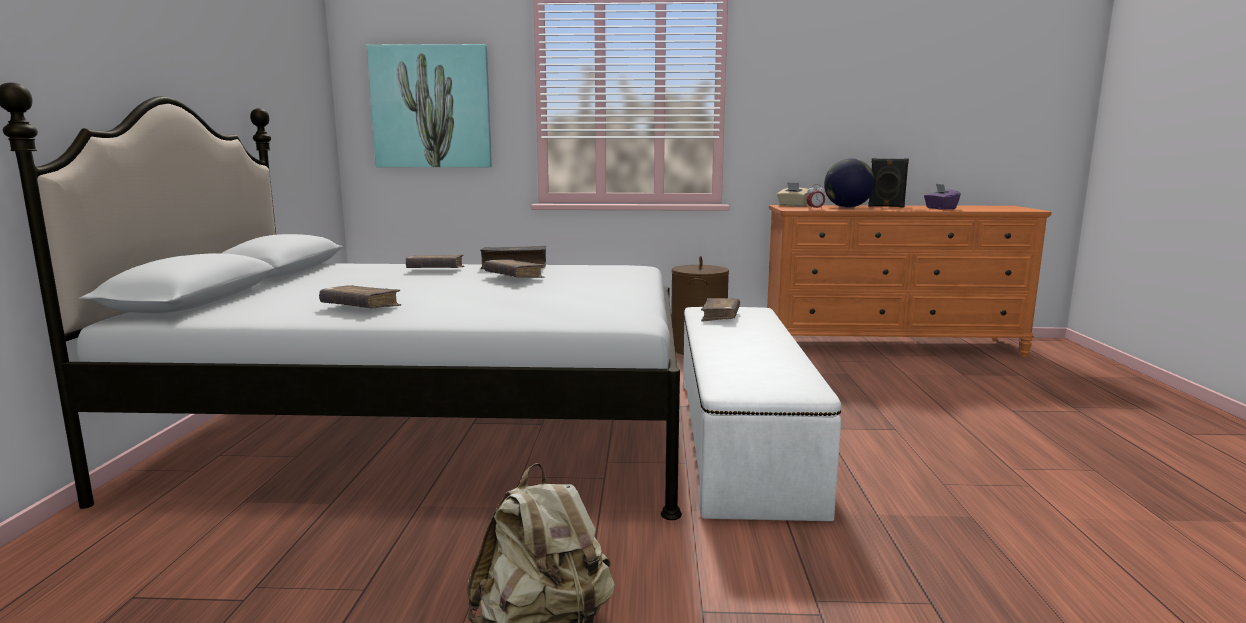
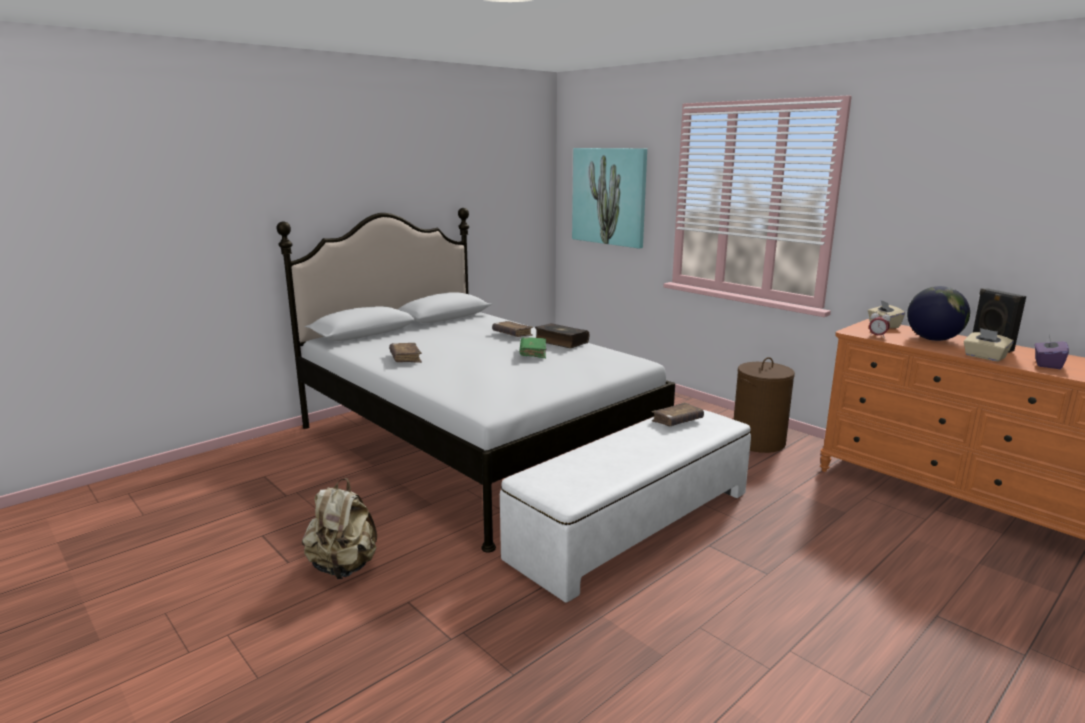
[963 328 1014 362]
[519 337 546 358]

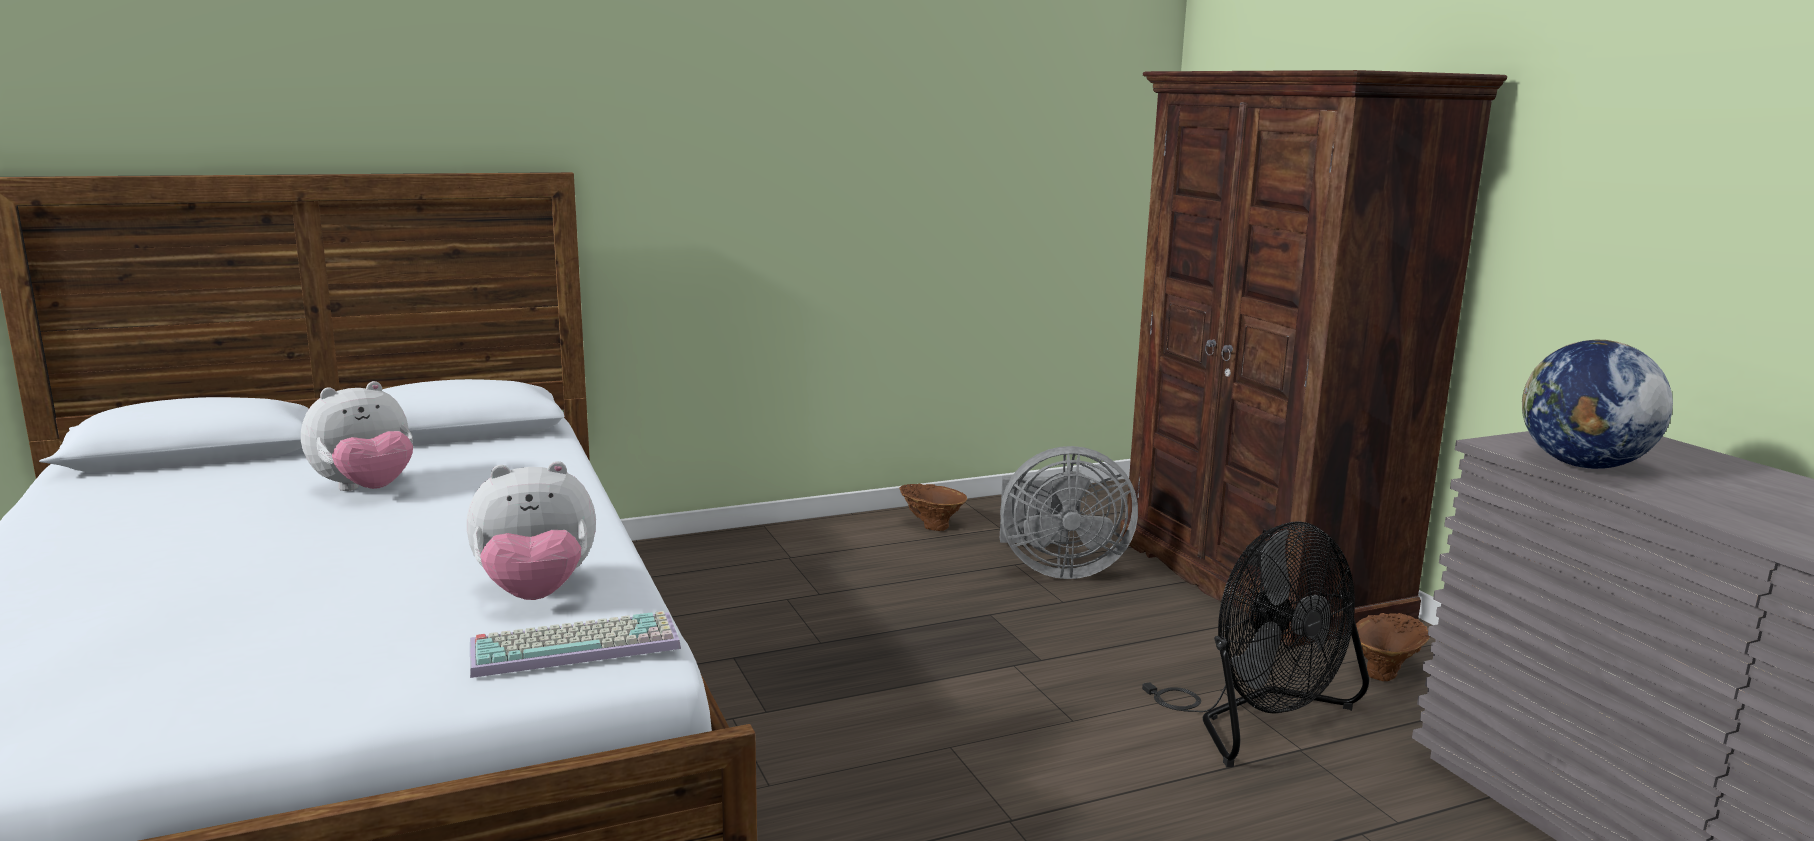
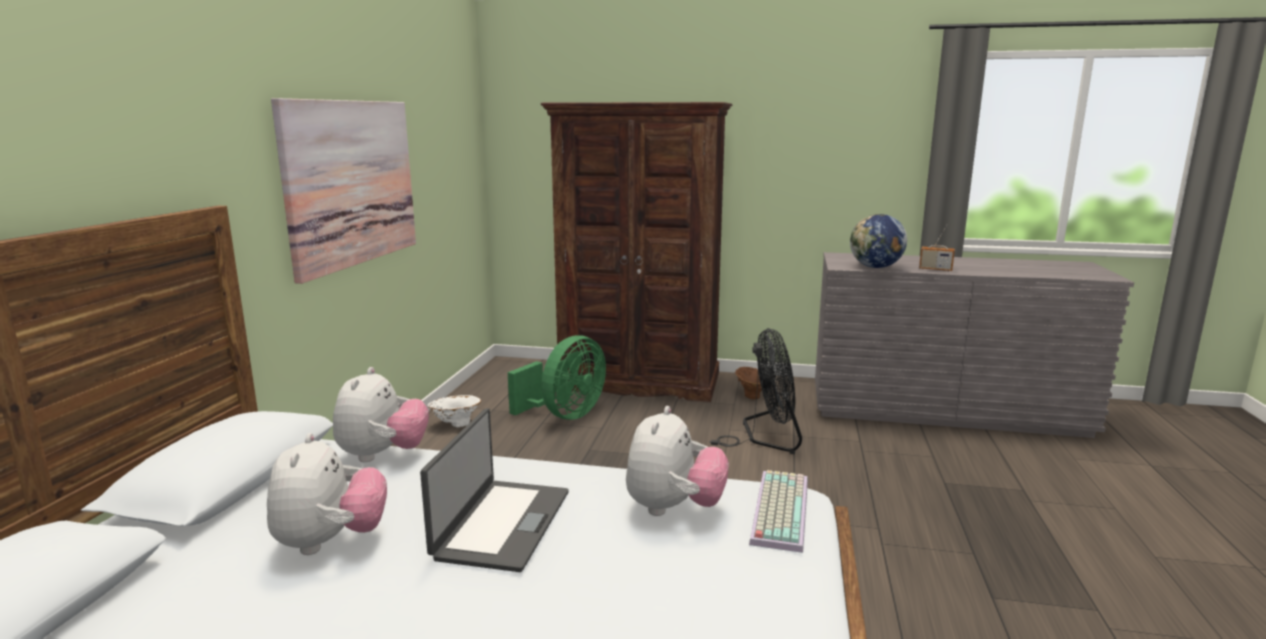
[271 98 416 284]
[333 367 429 462]
[420 408 569 572]
[919 224 955 271]
[427 395 481 427]
[508 335 606 420]

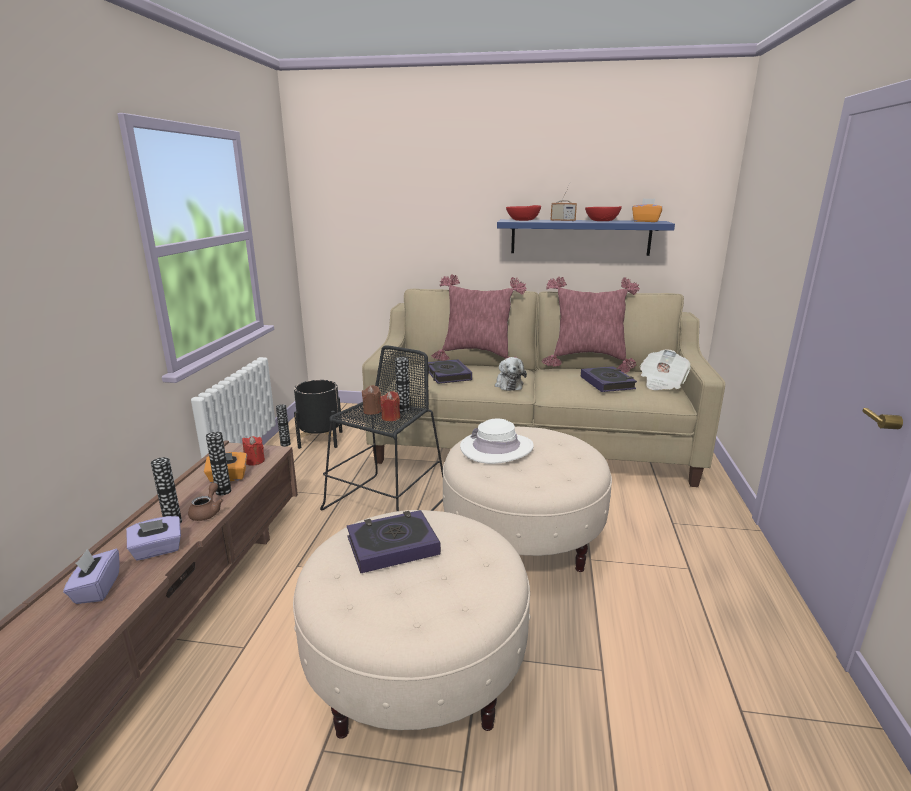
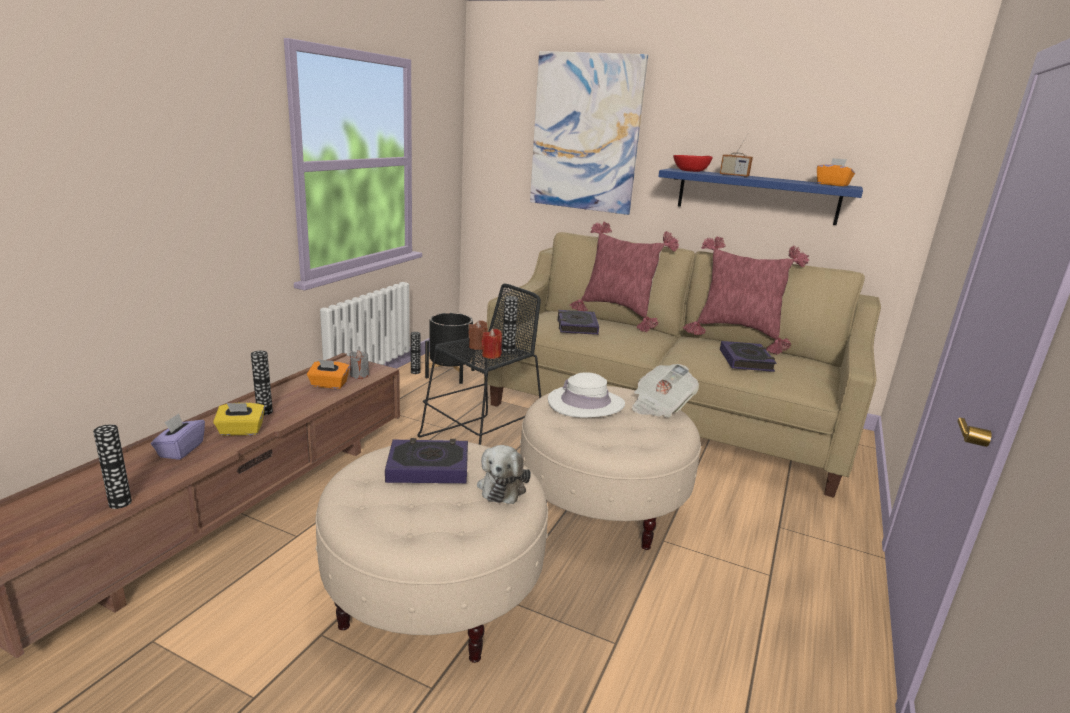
[188 483 223 521] (first image)
[585 206 622 221] (first image)
[530 51 648 215]
[93 424 132 509]
[477 445 531 504]
[632 364 699 418]
[213 402 265 436]
[349 350 369 379]

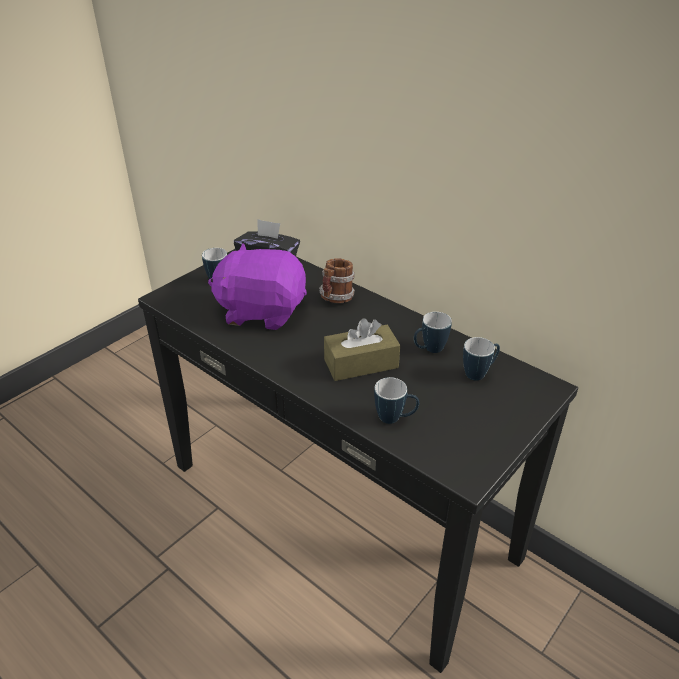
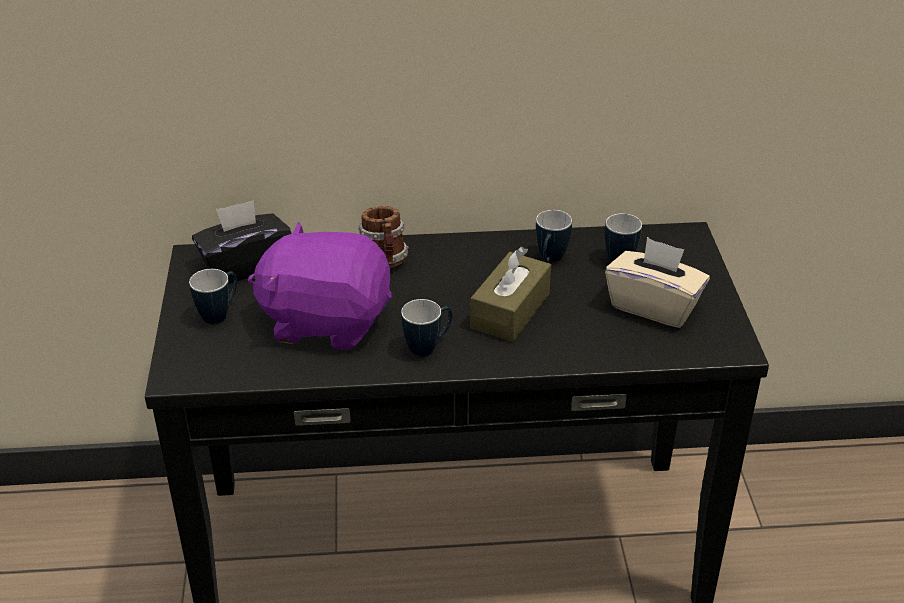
[605 237 710 328]
[401 299 452 357]
[248 221 392 351]

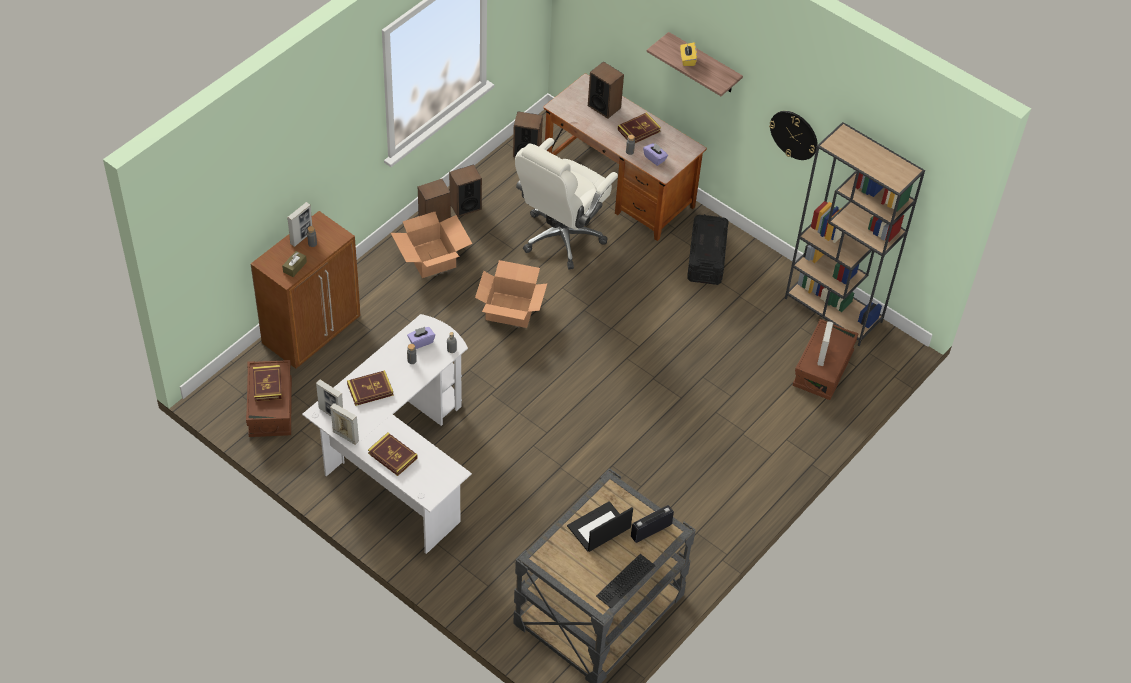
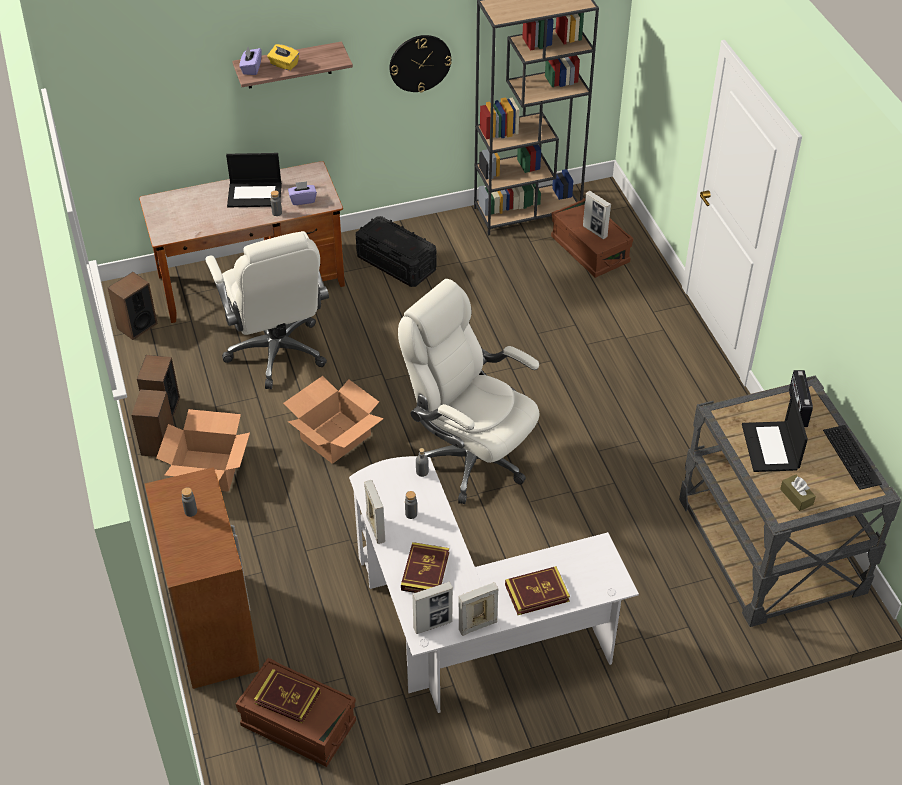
[588 61 624 119] (first image)
[398 279 539 504]
[780 475 816 511]
[364 480 385 544]
[239 47 261 75]
[226 153 282 207]

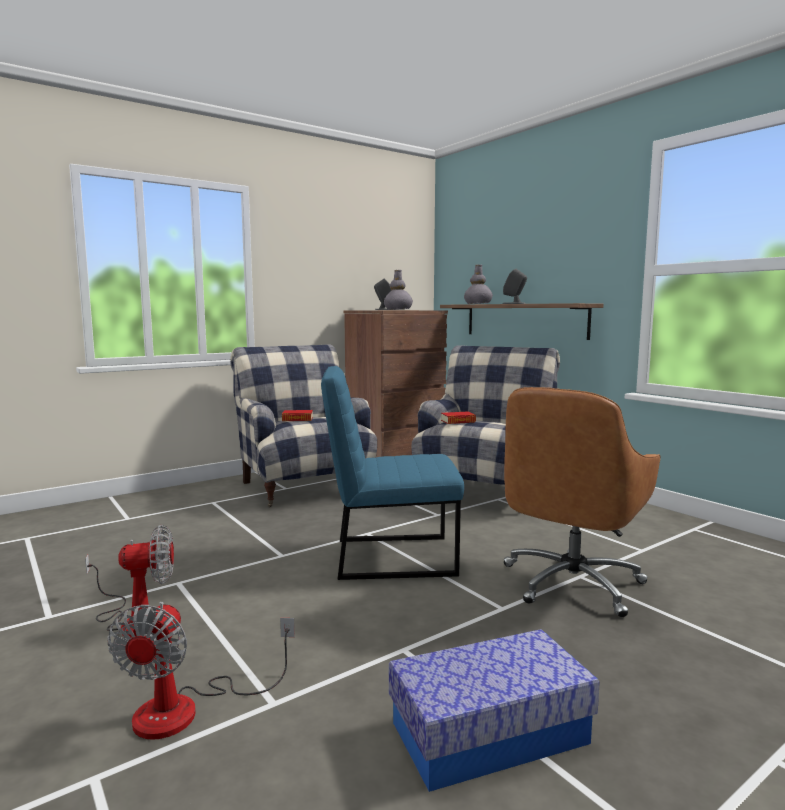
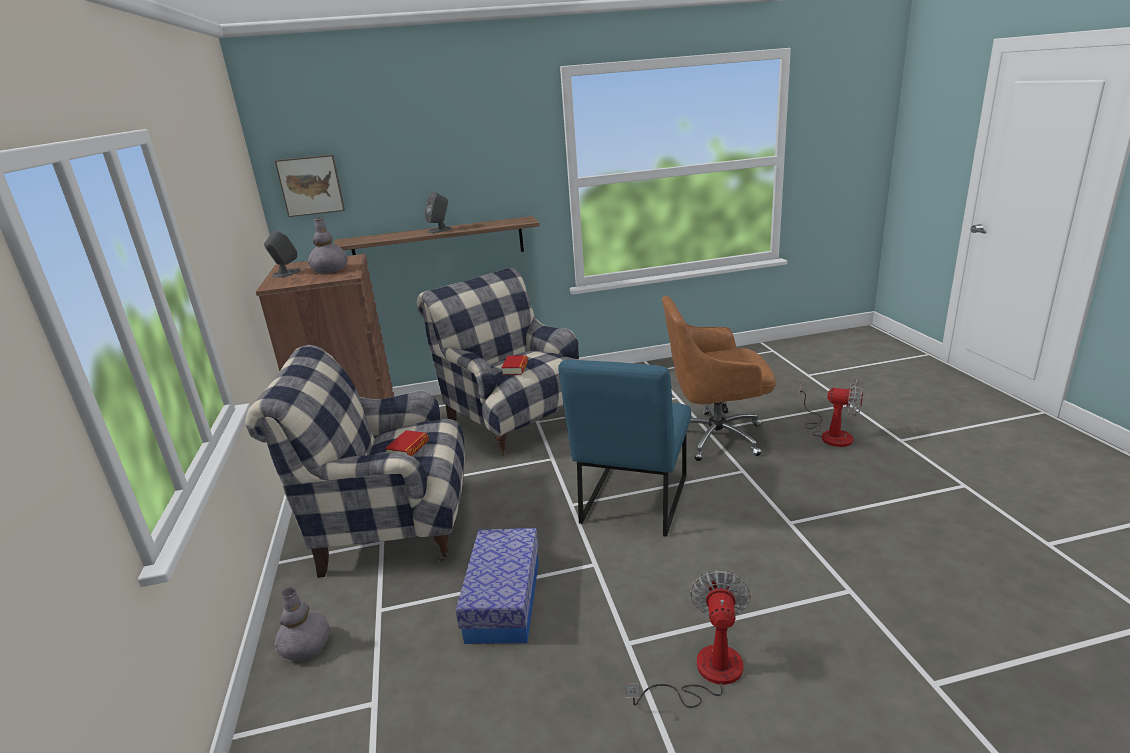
[275 154 345 217]
[799 379 863 447]
[456 528 539 644]
[274 587 330 661]
[662 295 776 461]

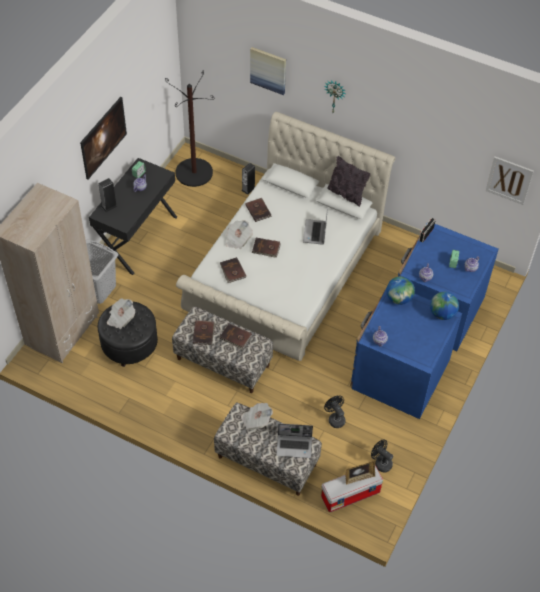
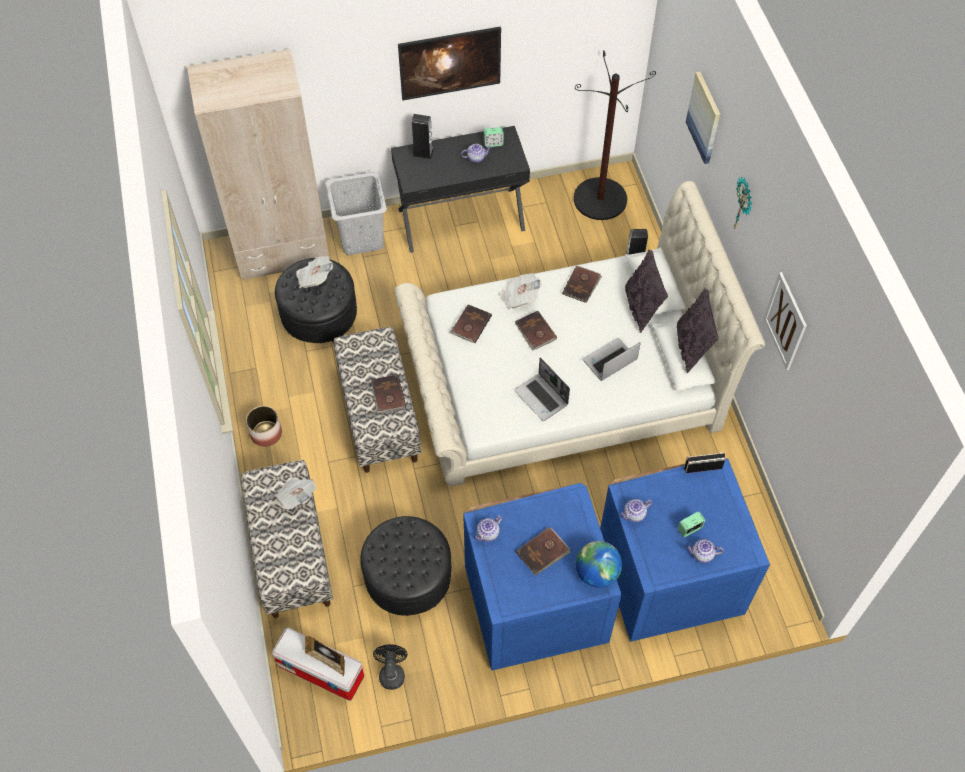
[386 276 415 305] (first image)
[246 406 282 447]
[625 250 668 333]
[516 527 571 576]
[515 357 570 421]
[763 272 807 370]
[360 516 452 616]

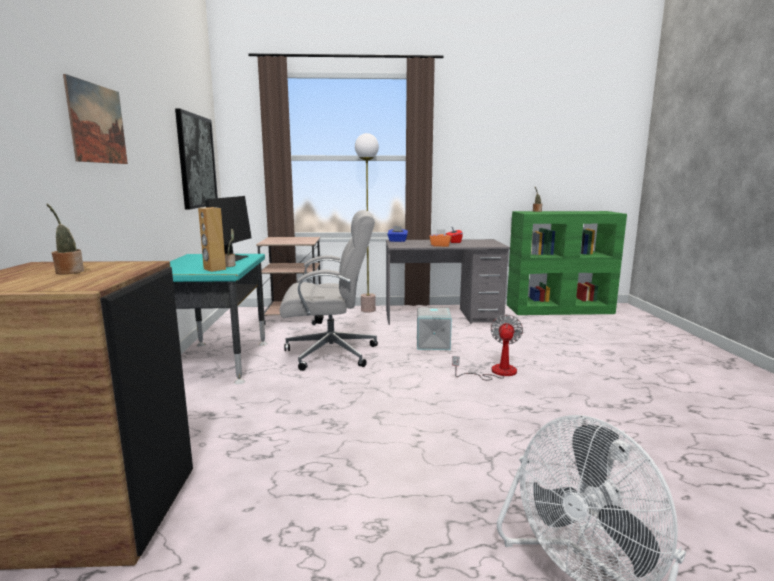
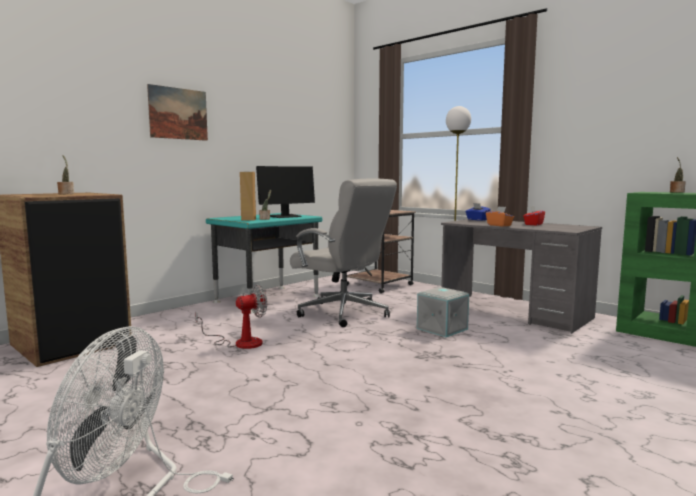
[175 108 218 210] (first image)
[195 285 267 349]

